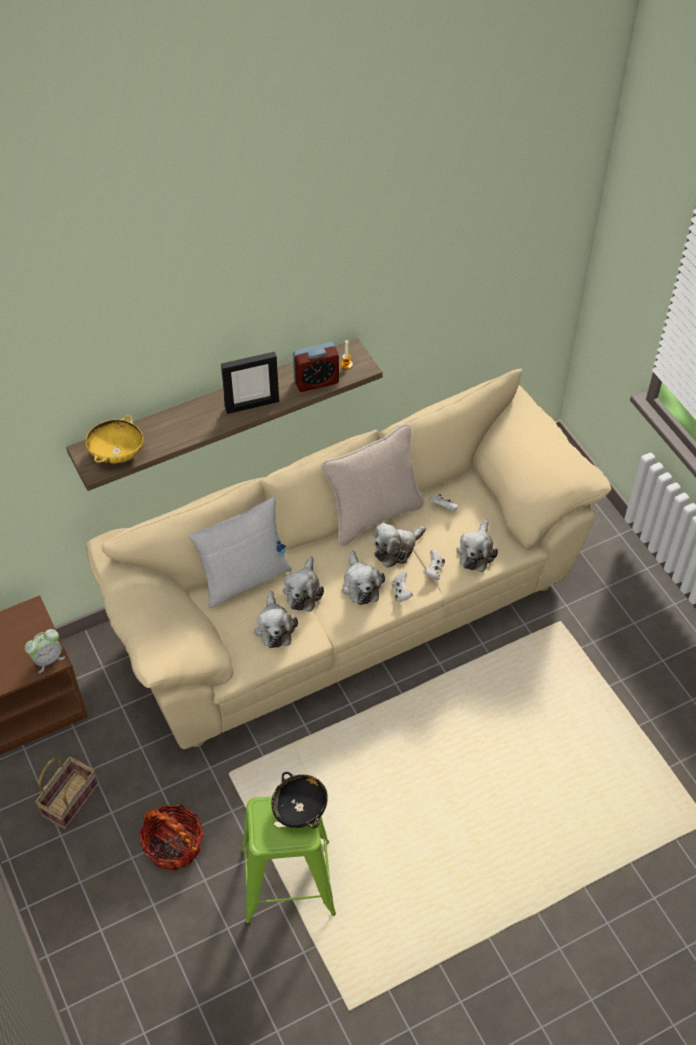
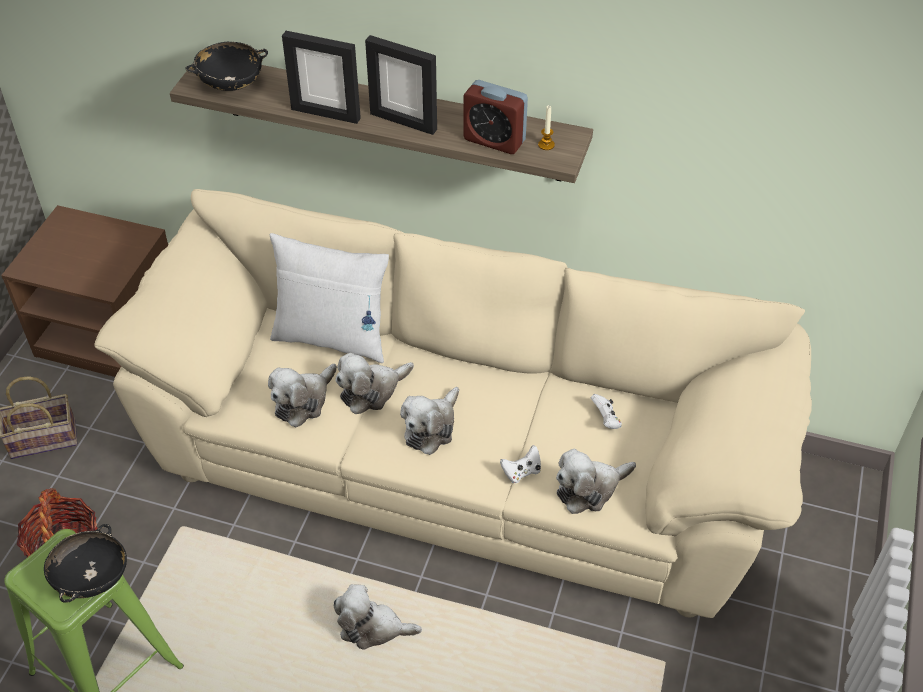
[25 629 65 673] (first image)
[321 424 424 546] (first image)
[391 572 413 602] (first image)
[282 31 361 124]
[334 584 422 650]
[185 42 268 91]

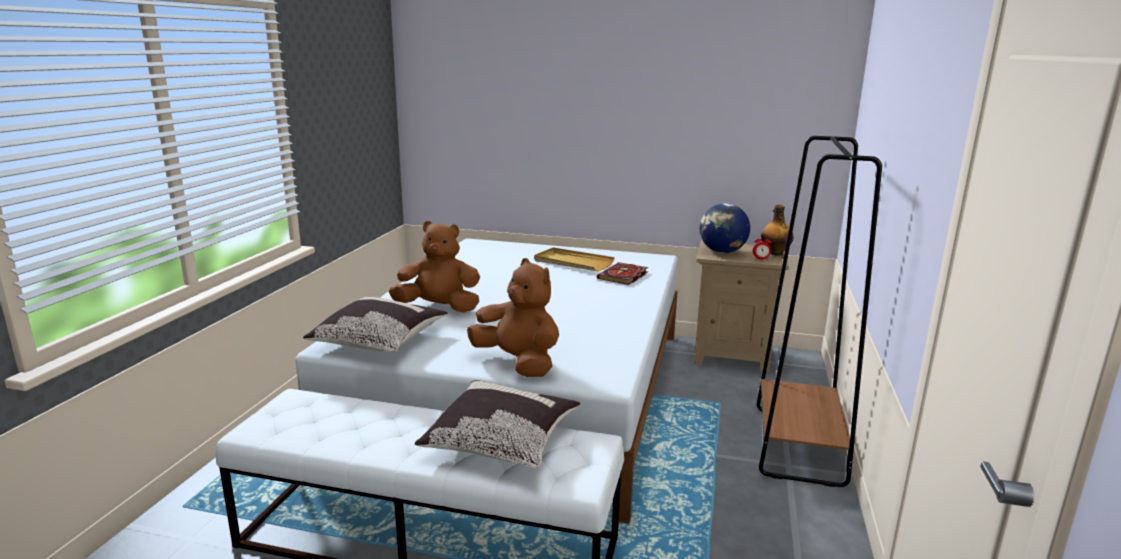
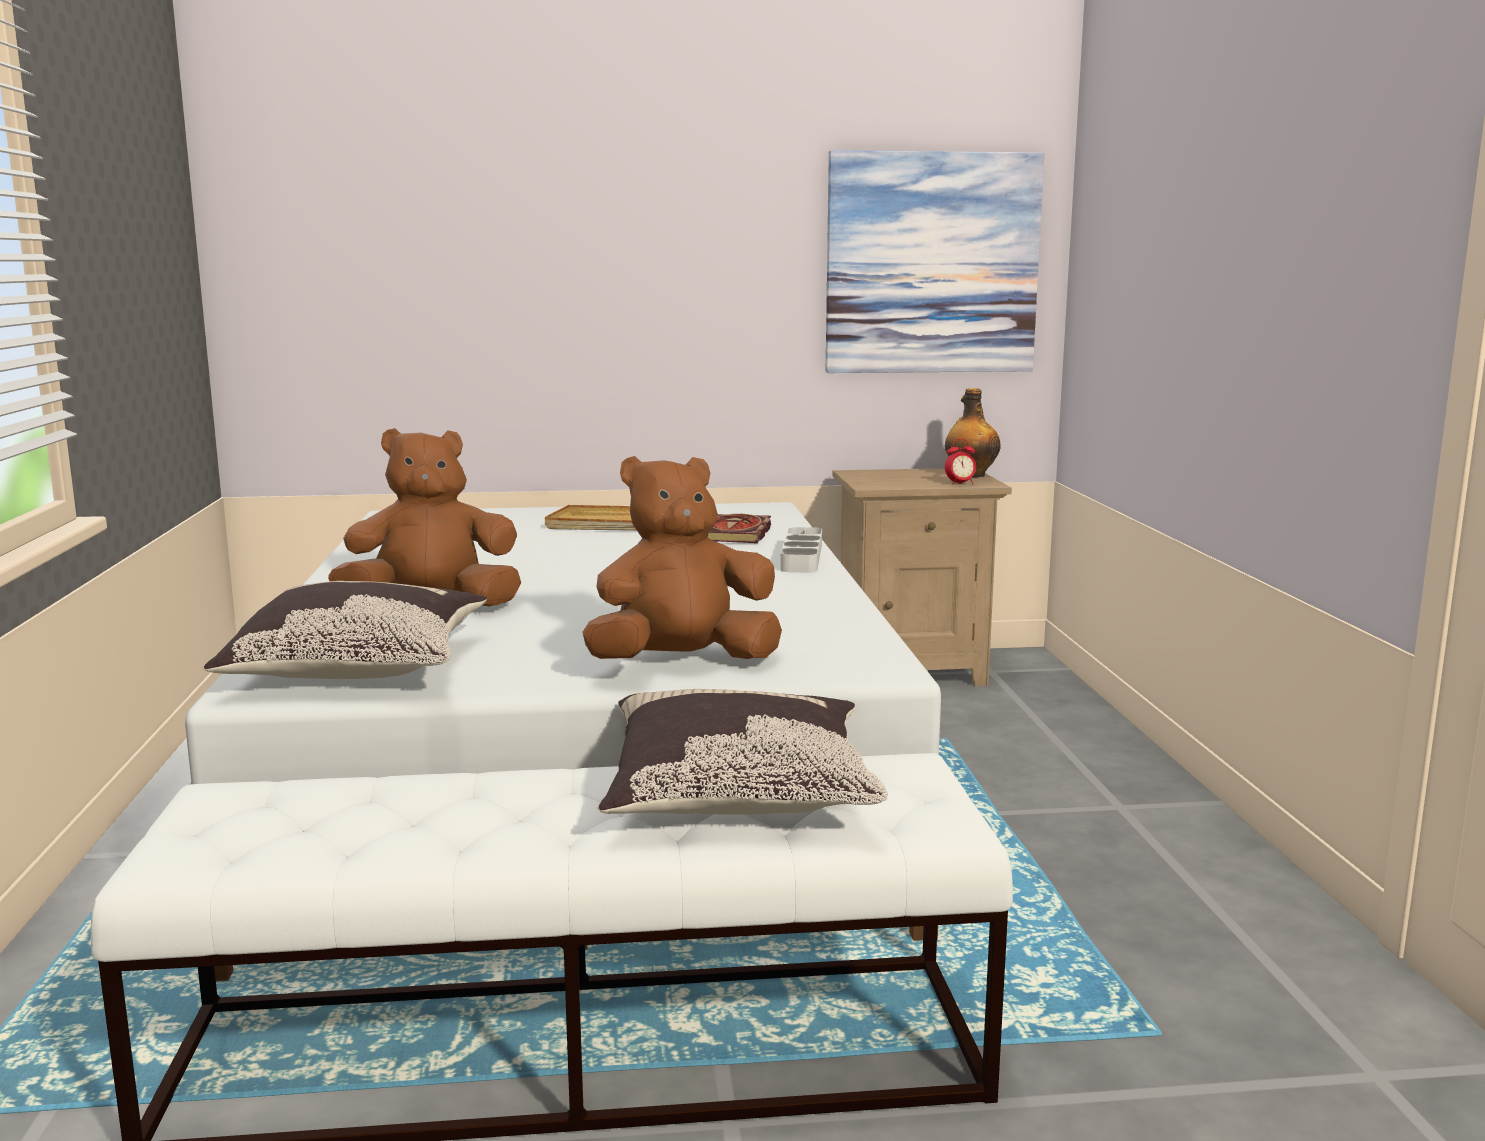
[700 203 750 253] (first image)
[757 136 882 487] (first image)
[781 527 822 573]
[826 150 1044 373]
[583 456 782 659]

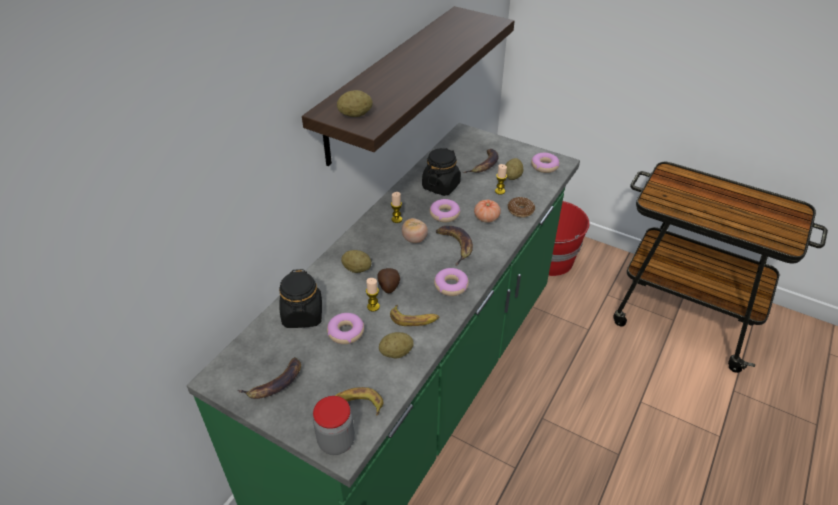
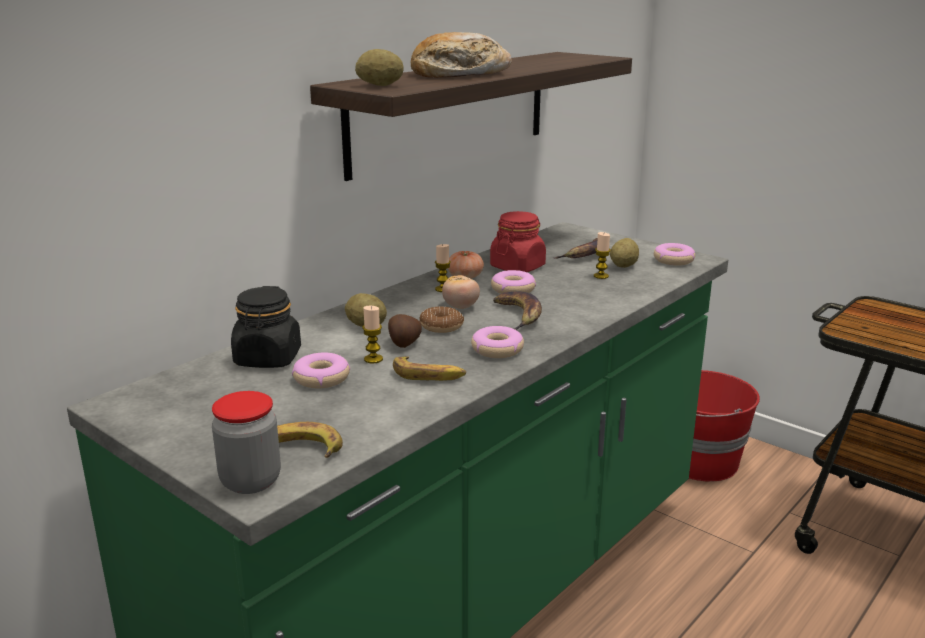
[238 357 301 399] (first image)
[379 332 414 358] (first image)
[411 32 512 78]
[448 251 484 279]
[419 306 464 333]
[490 211 546 272]

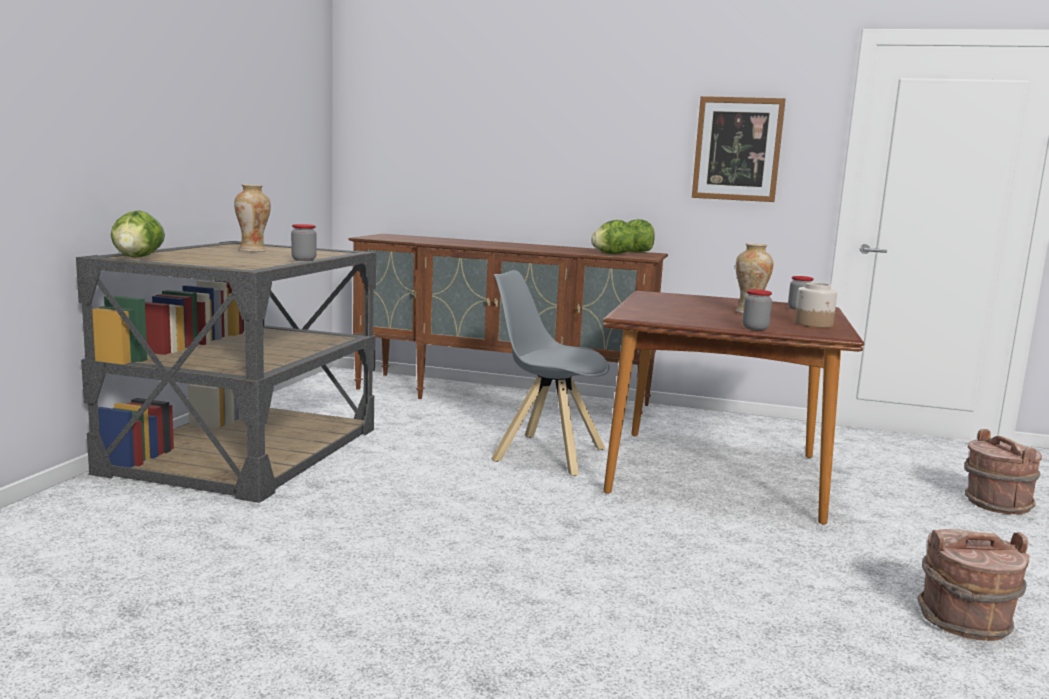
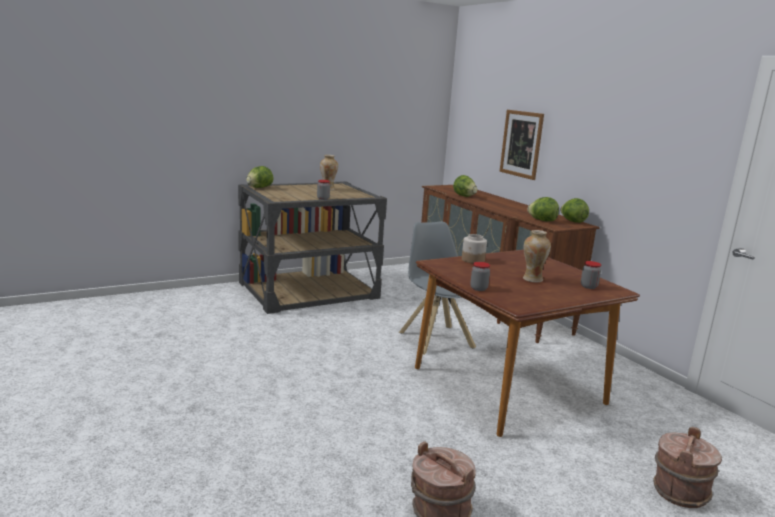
[453 175 477 197]
[500 110 544 180]
[462 234 487 263]

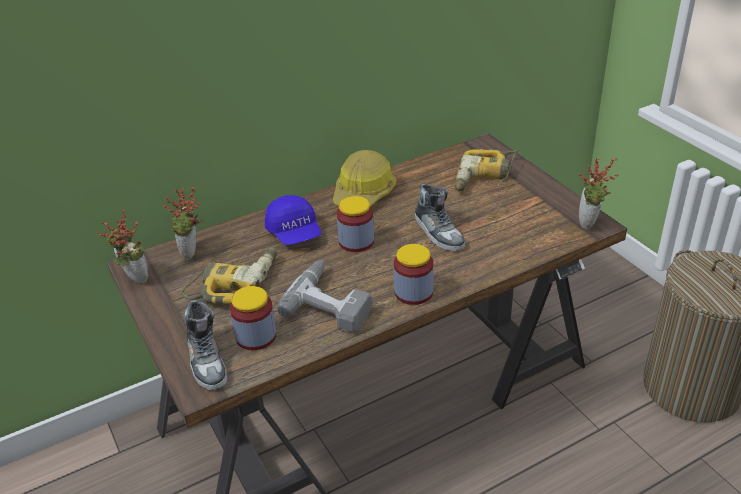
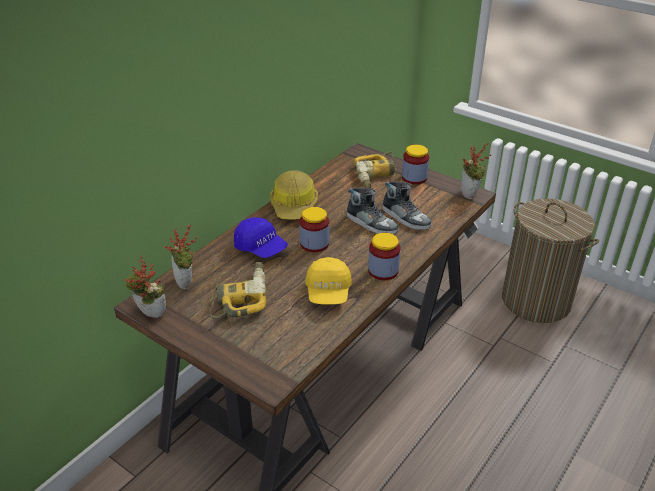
[382 181 432 230]
[402 145 429 184]
[305 257 352 305]

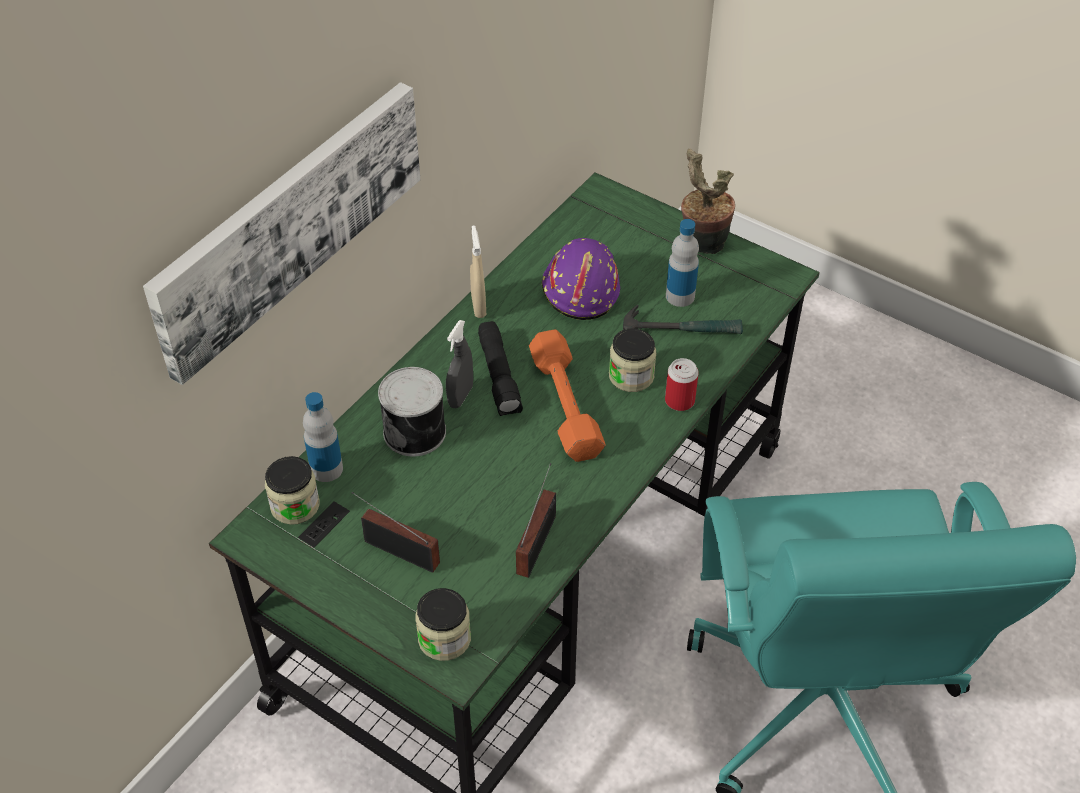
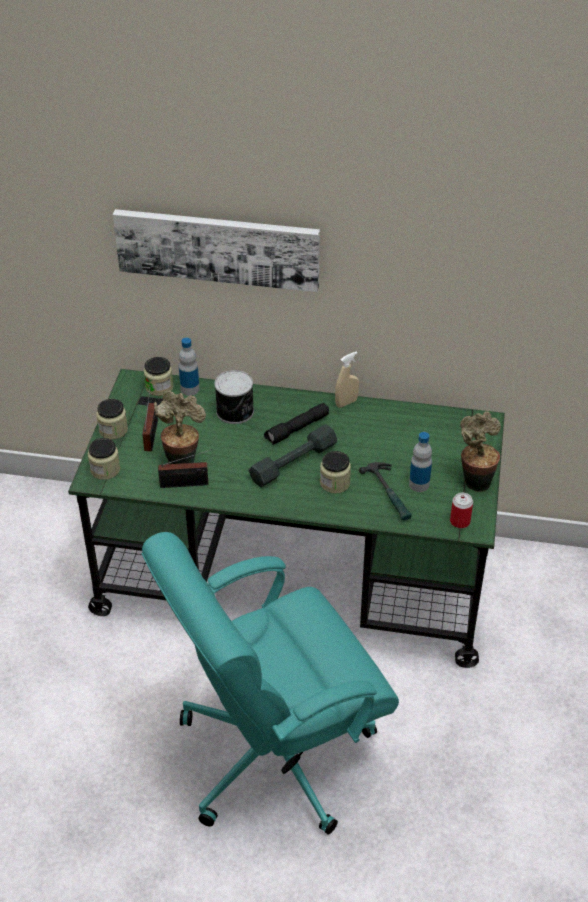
[446 320 473 408] (first image)
[542 238 620 320] (first image)
[96 399 128 439]
[154 391 206 464]
[450 493 473 528]
[249 424 338 487]

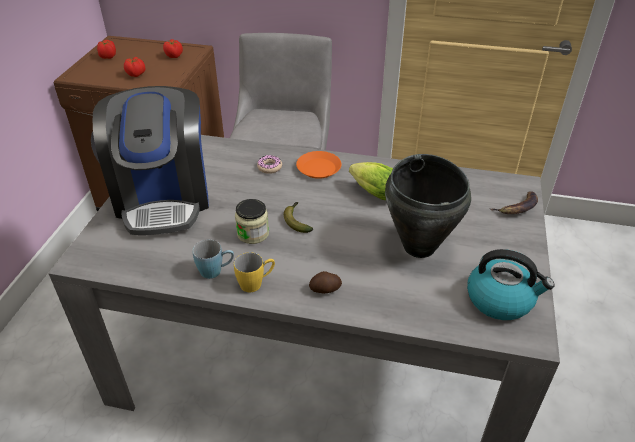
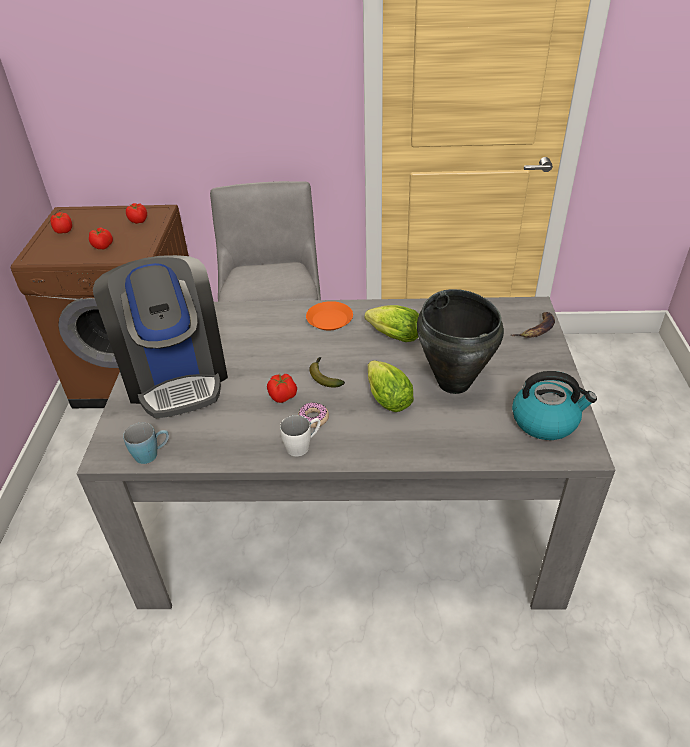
[309 271 342 294] (first image)
[368 360 414 412]
[123 422 169 464]
[298 403 329 428]
[267 373 297 403]
[280 415 320 457]

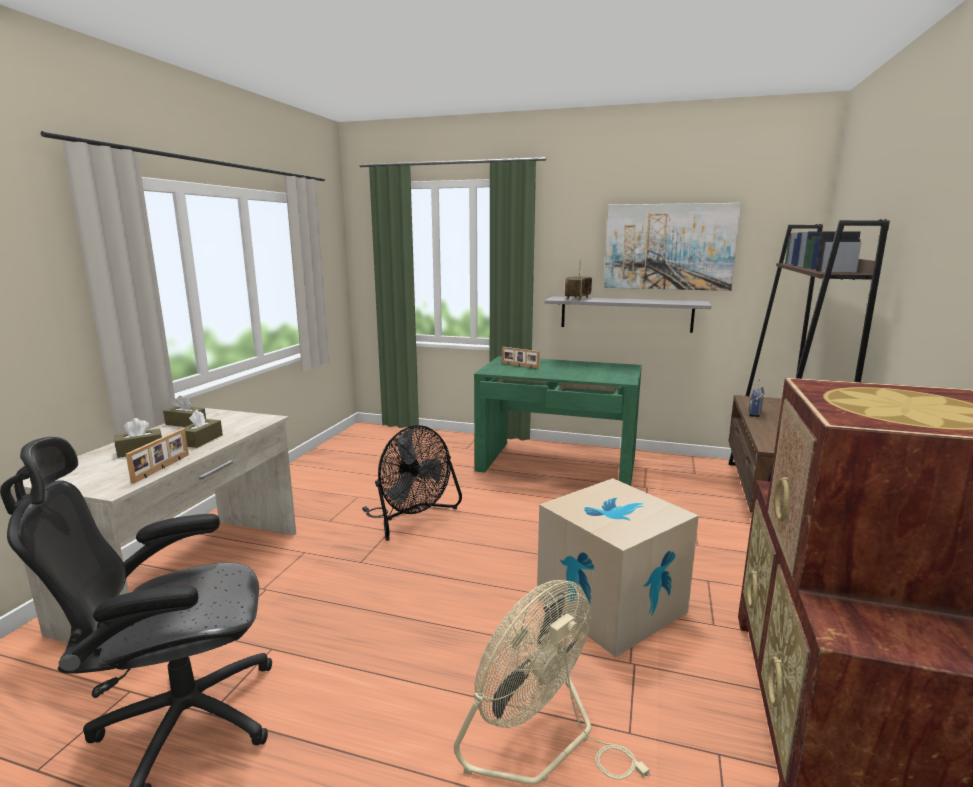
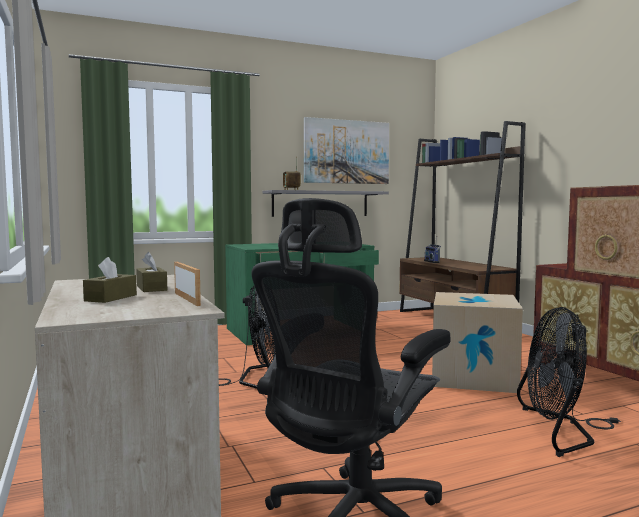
[163 396 206 427] (first image)
[502 347 540 369] (first image)
[517 307 621 457]

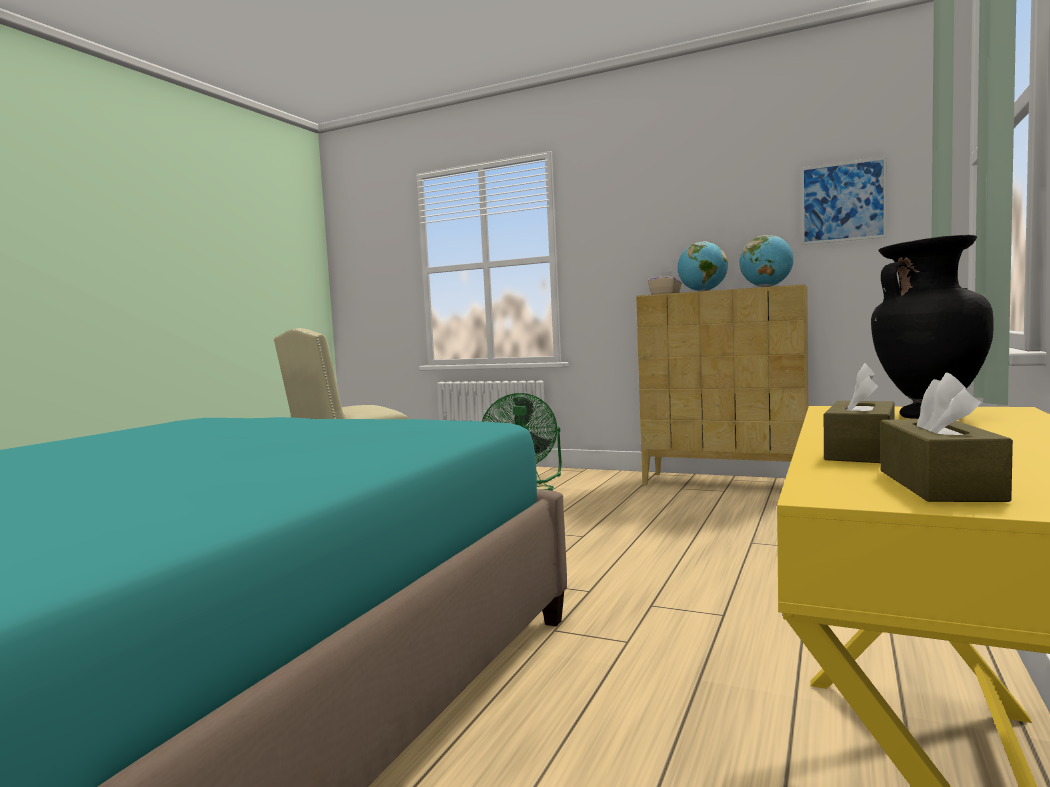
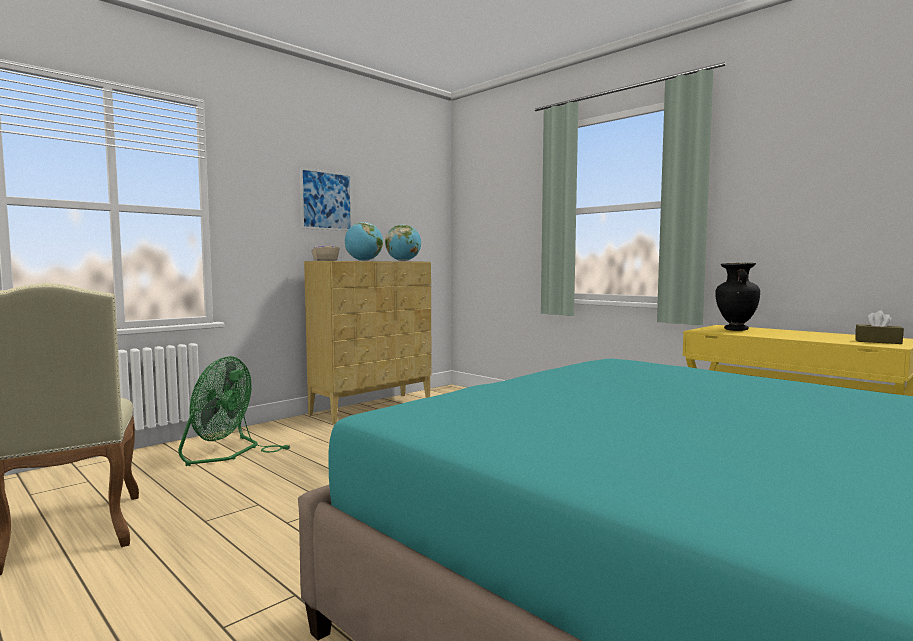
[824 363 894 463] (first image)
[300 167 352 231]

